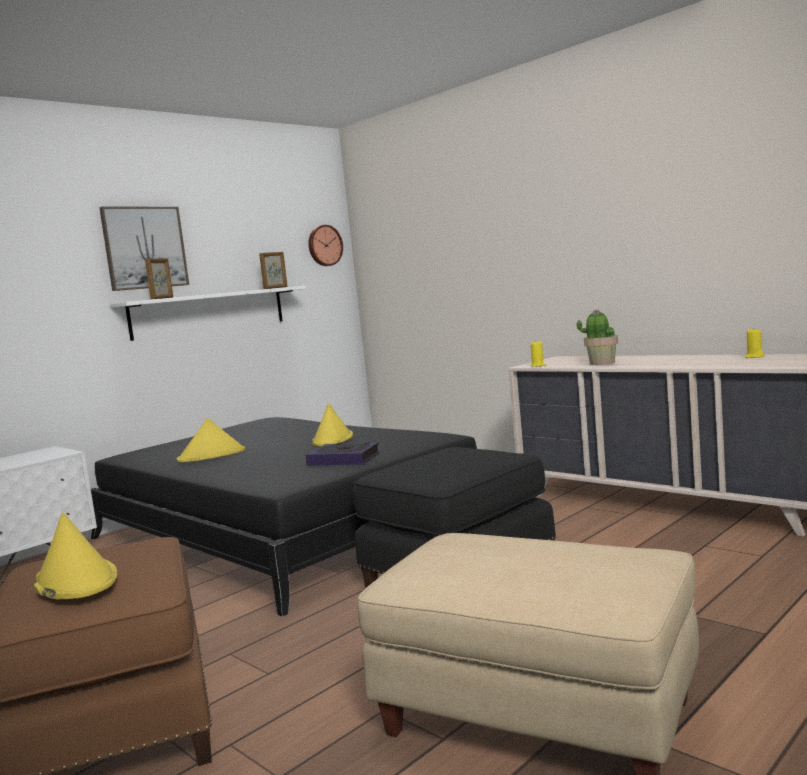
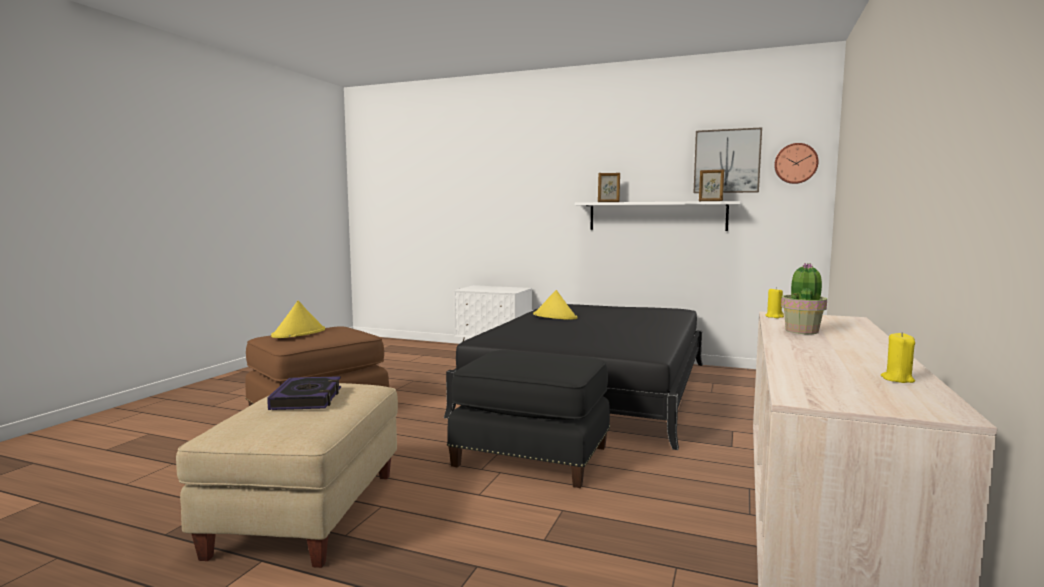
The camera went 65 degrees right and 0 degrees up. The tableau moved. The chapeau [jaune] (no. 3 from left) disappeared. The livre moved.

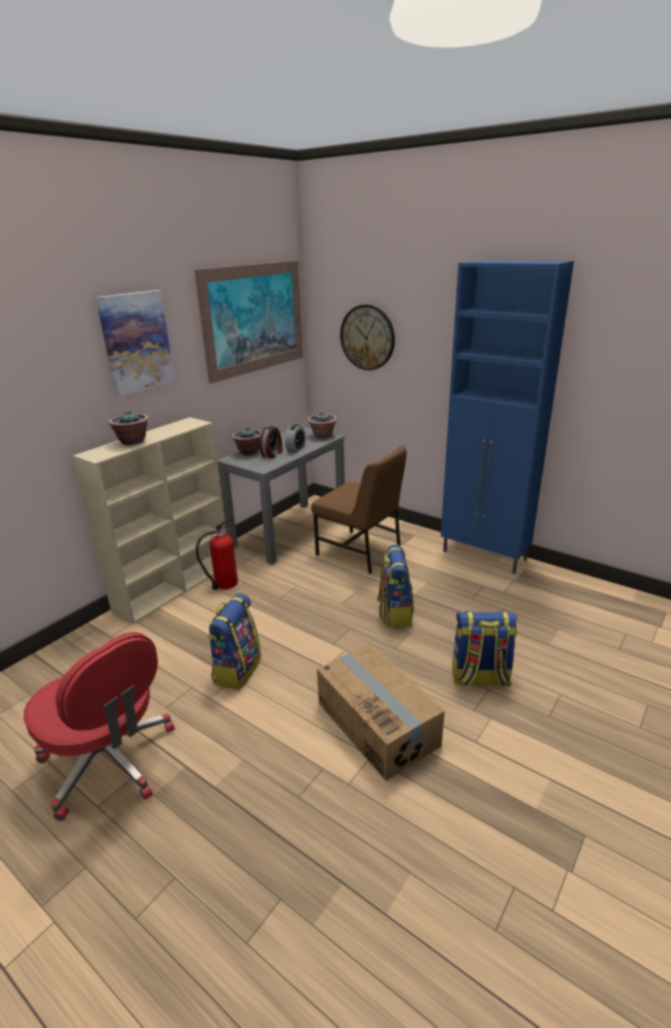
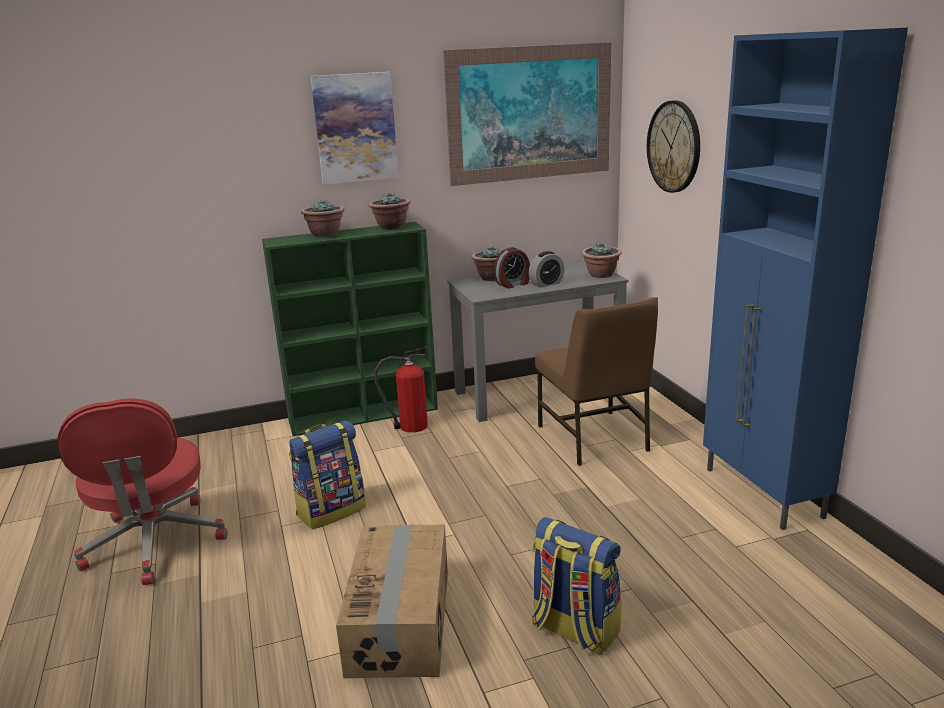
The camera went 35 degrees right and 5 degrees down. The bibliothèque [beige] became the bibliothèque [vert]. The sac à dos (no. 2 from left) disappeared. The plante en pot (no. 2 from left) appeared.

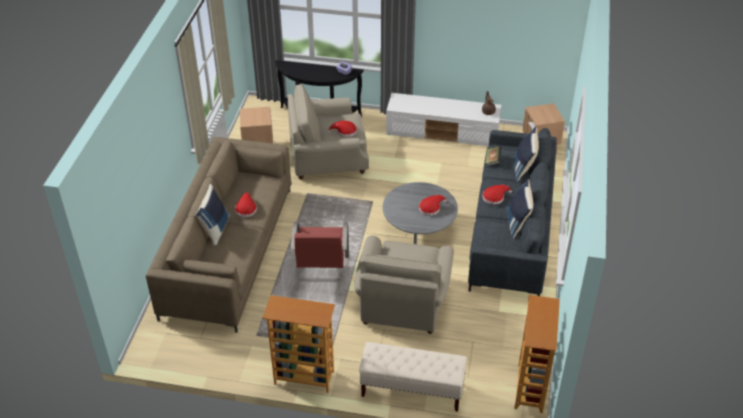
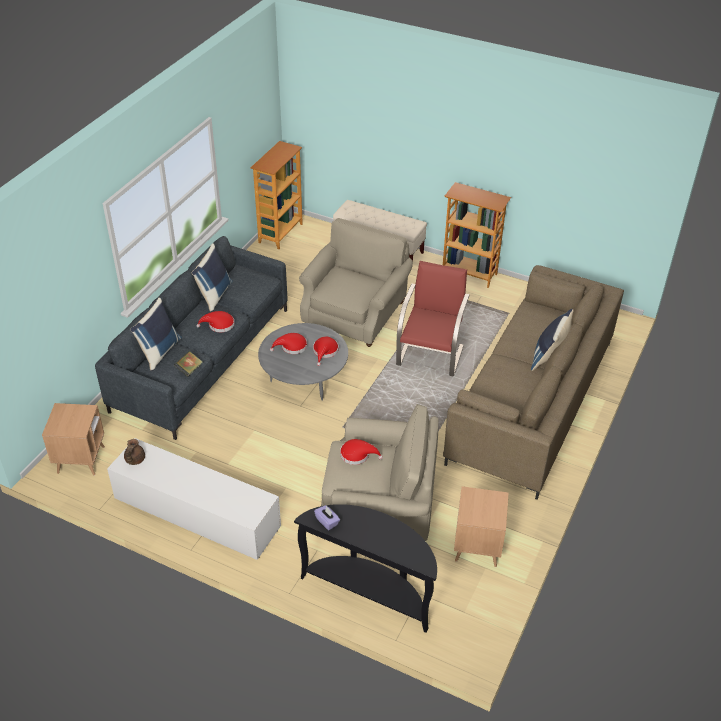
The camera went 165 degrees left and 0 degrees up. The chapeau [rouge] (no. 1 from left in the first image) moved.

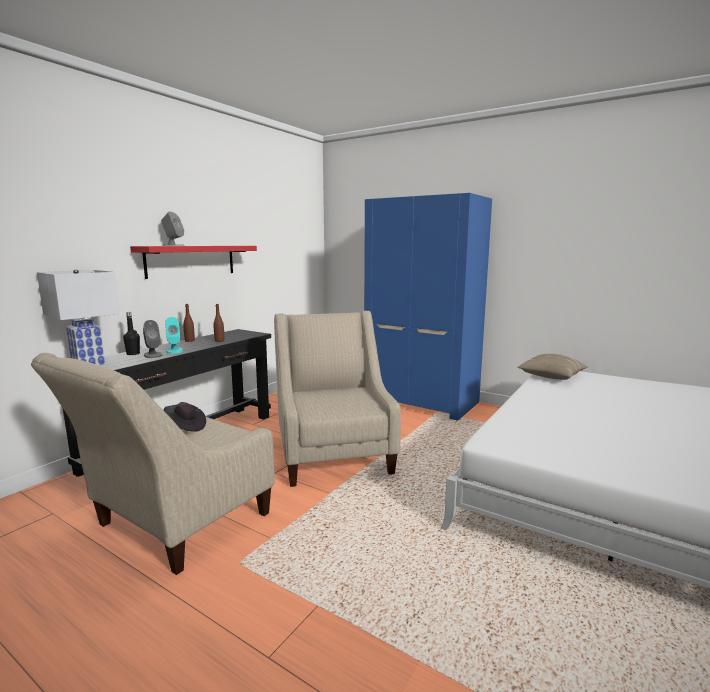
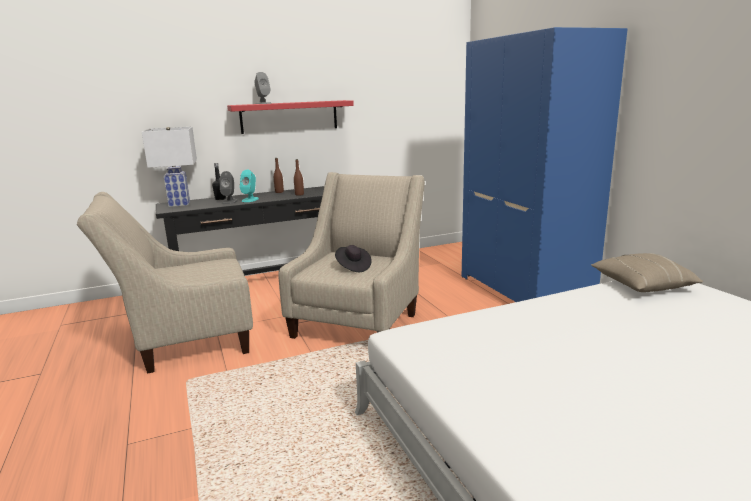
The camera went 35 degrees right and 5 degrees up. The chapeau [noir] moved.

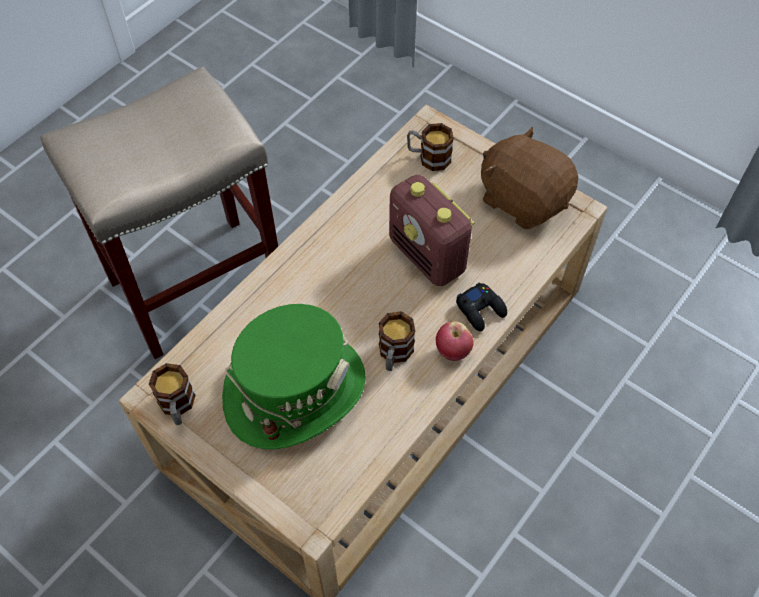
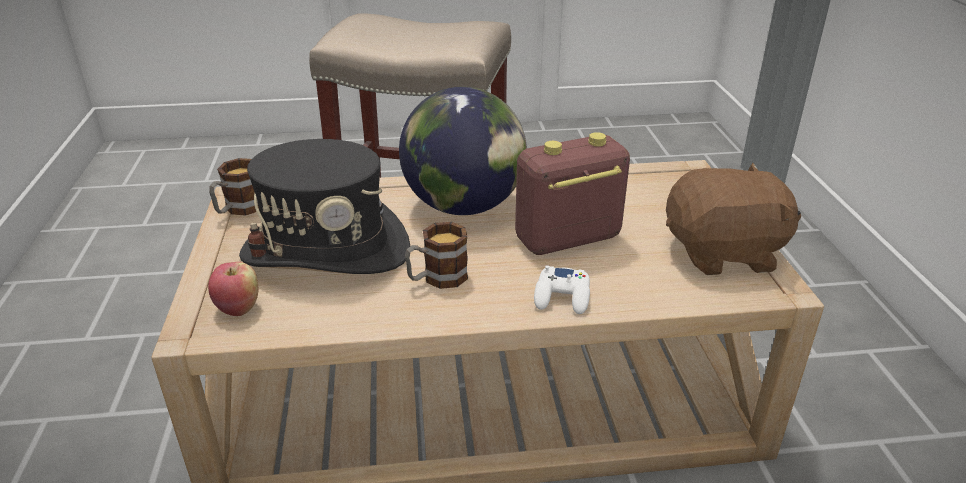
The camera went 45 degrees right and 25 degrees down. The mug (no. 3 from left) disappeared. The peluche [marron] turned 90 degrees clockwise. The radio turned 60 degrees clockwise. The manette [noir] became the manette [blanc]. The chapeau [vert] became the chapeau [noir]. The pomme moved. The globe appeared.

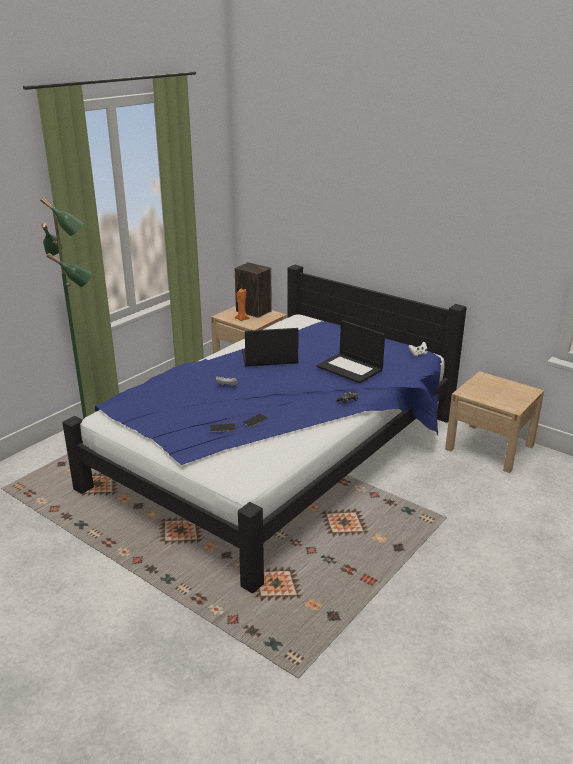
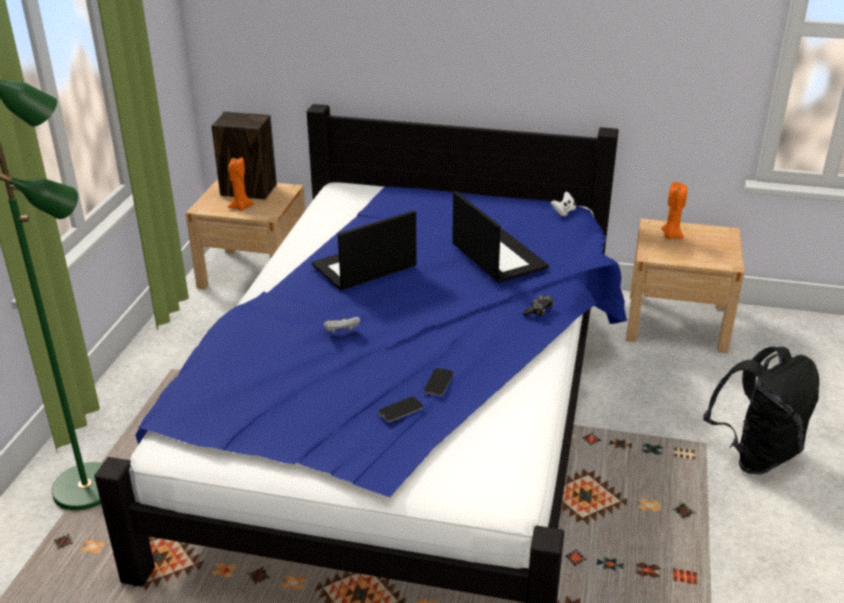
The camera went 25 degrees left and 5 degrees up. The ordinateur portable (no. 2 from left) turned 135 degrees counterclockwise. The bougie [orange] (no. 2 from left) appeared. The sac à dos [noir] appeared.

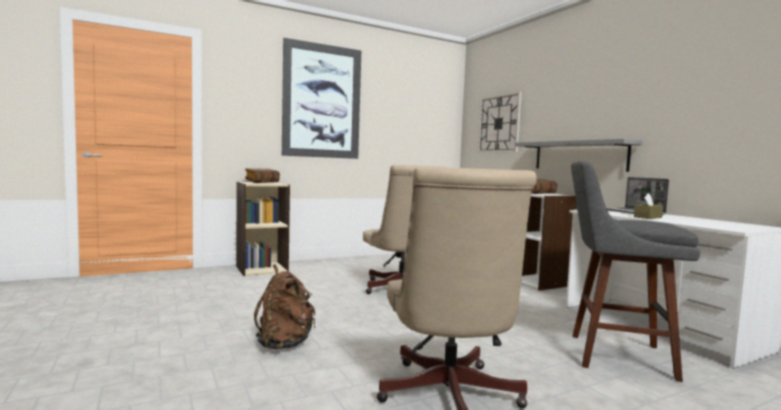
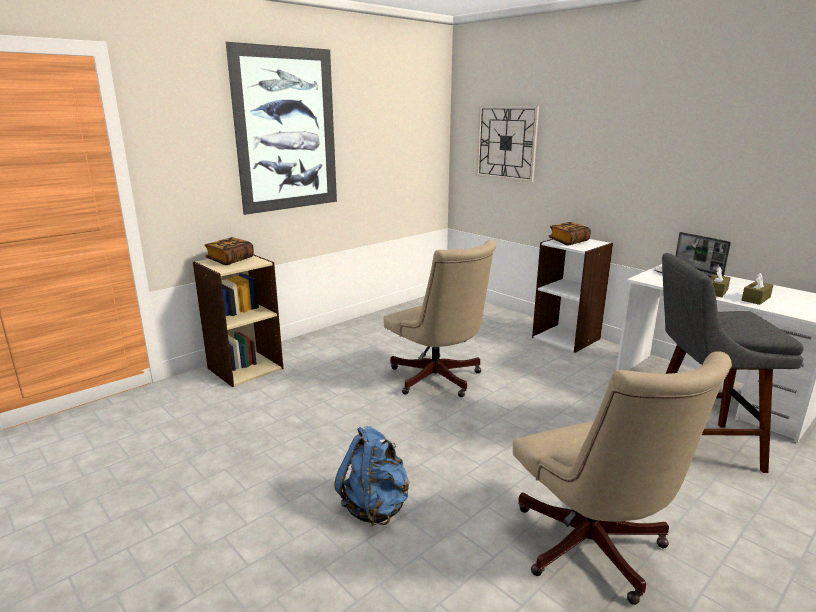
The camera went 15 degrees left and 15 degrees up. The étagère [gris] disappeared. The sac à dos [marron] became the sac à dos [bleu]. The boîte à mouchoirs [marron] (no. 2 from left) appeared.

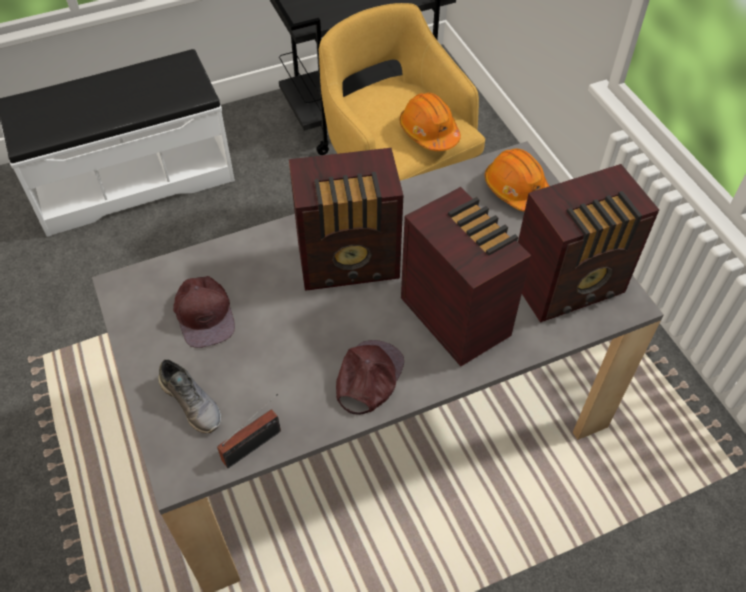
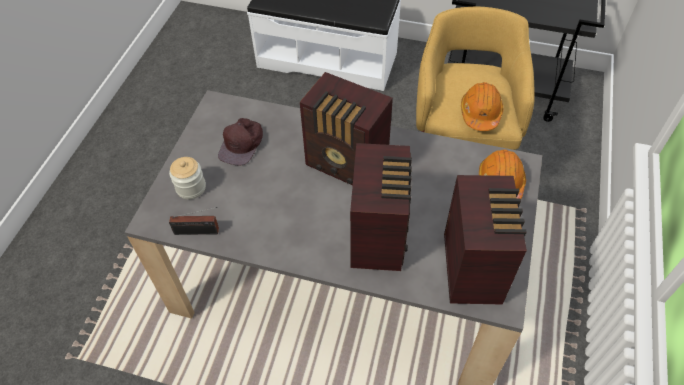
The camera went 40 degrees right and 0 degrees up. The radio (no. 4 from left) turned 105 degrees counterclockwise. The casquette [marron] (no. 2 from left) disappeared. The chaussure [gris] was replaced by the bocal.

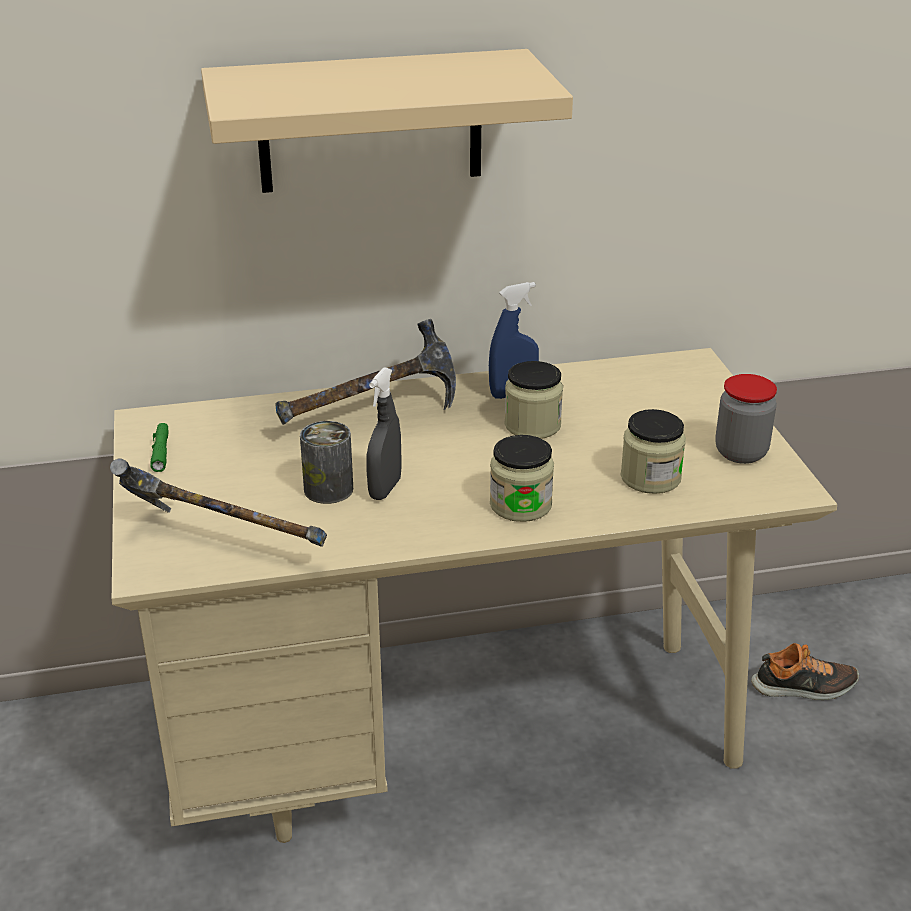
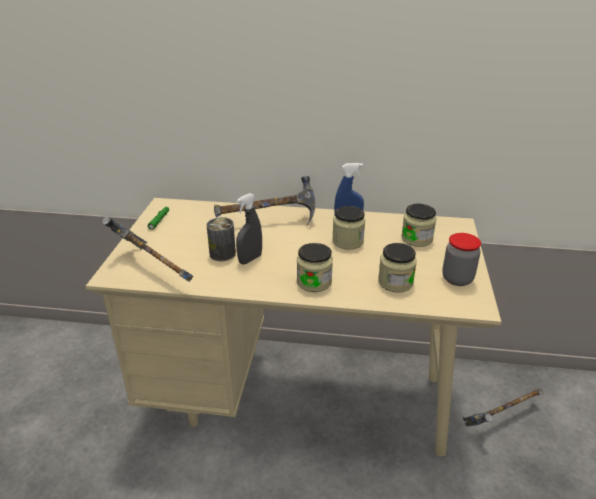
The camera went 20 degrees right and 0 degrees up. The étagère [beige] disappeared. The chaussure was replaced by the marteau (no. 3 from left). The bocal (no. 4 from left) appeared.

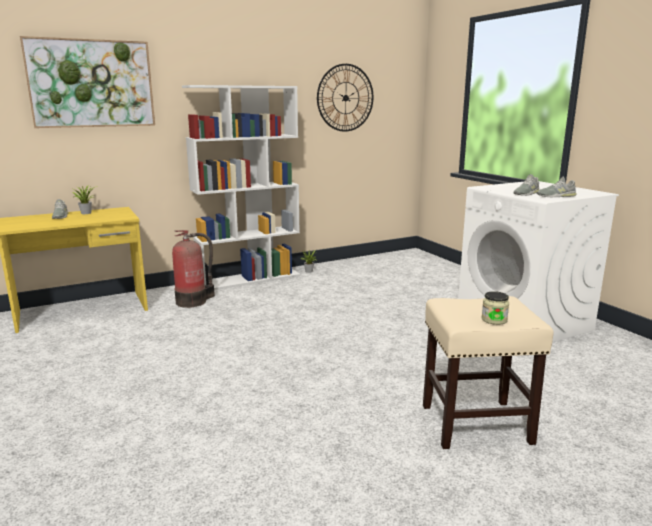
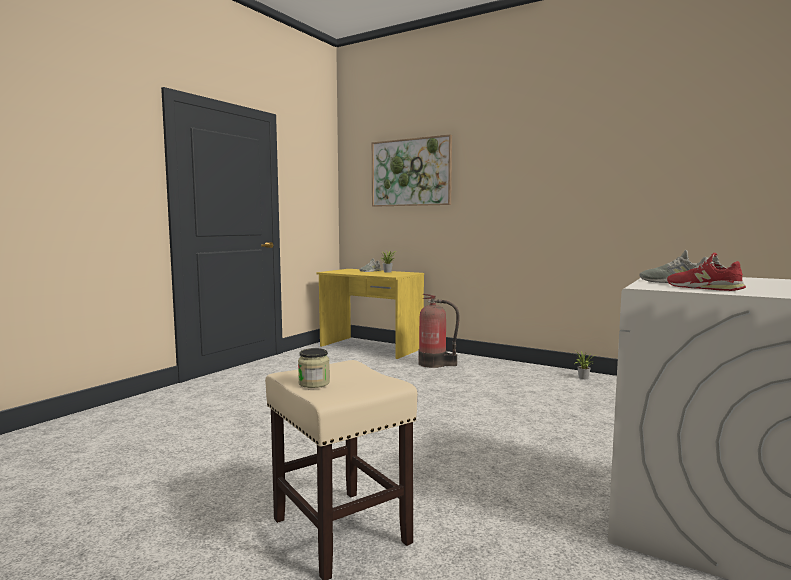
The camera went 60 degrees right and 10 degrees down. The horloge murale disappeared. The bibliothèque [blanc] disappeared. The chaussure [gris] (no. 3 from left) became the chaussure [rouge].

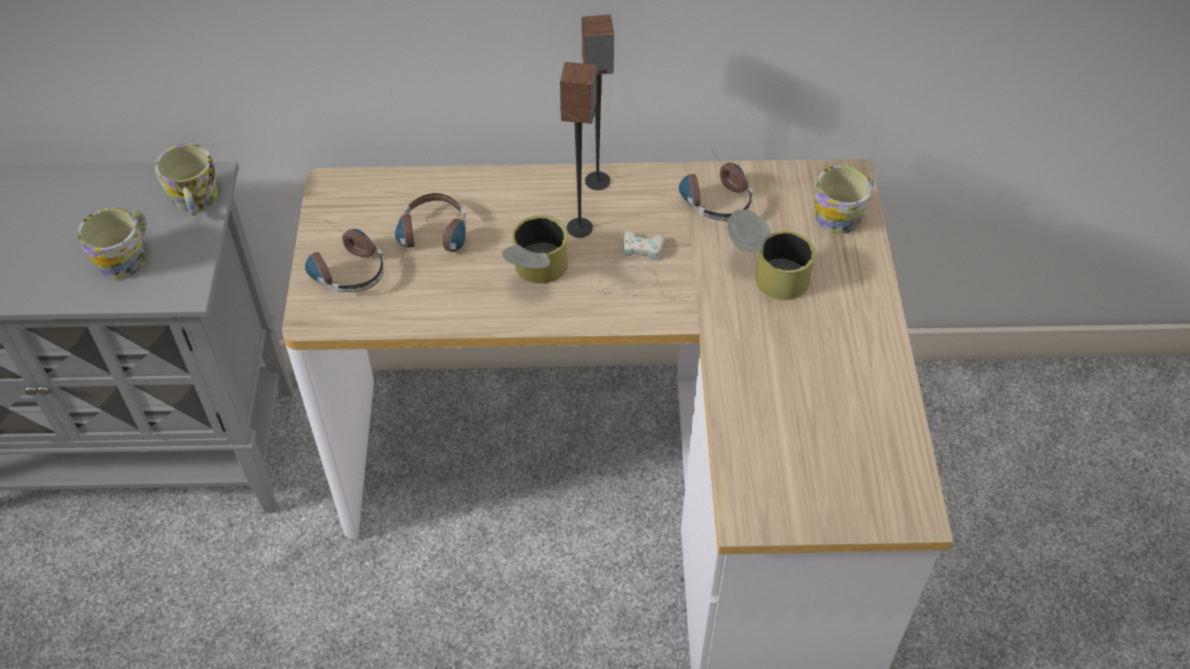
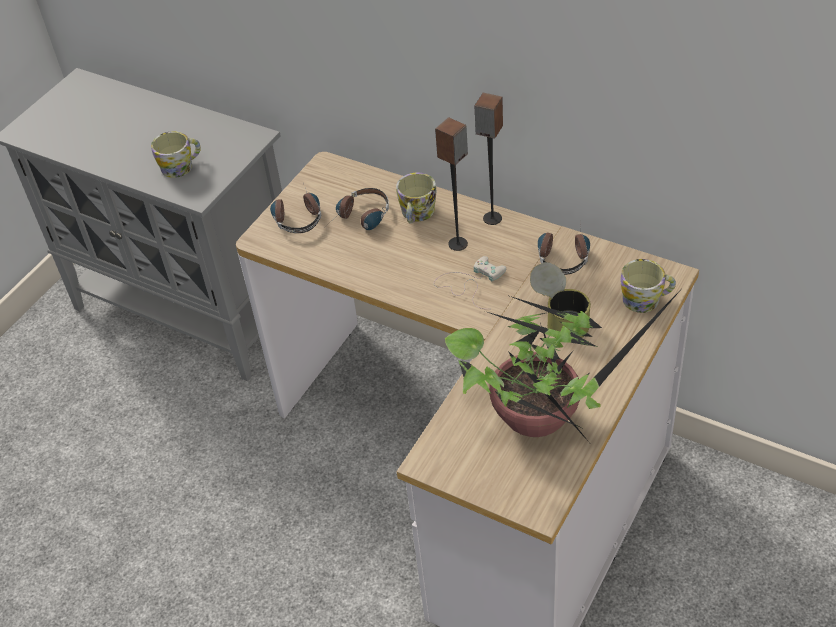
The camera went 35 degrees right and 5 degrees down. The mug (no. 2 from left) moved. The boîte métallique (no. 1 from left) disappeared. The plante en pot appeared.

